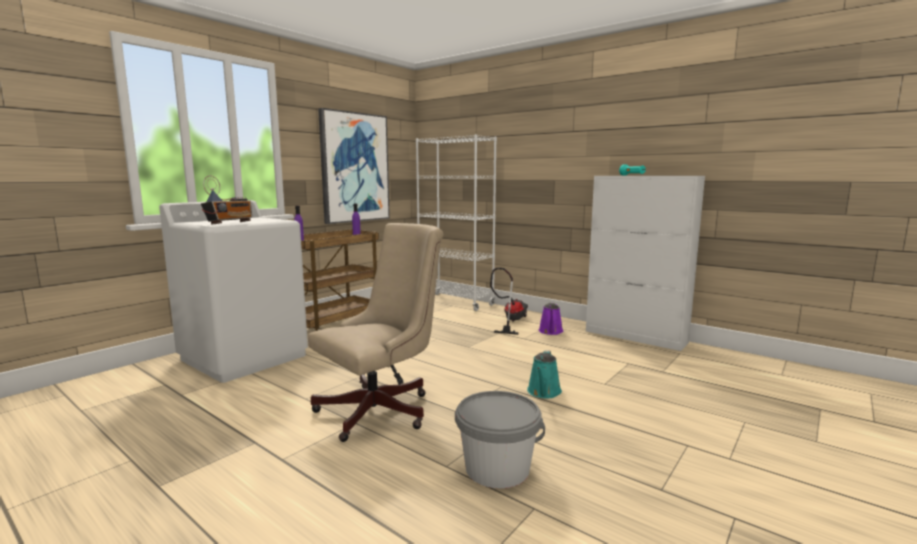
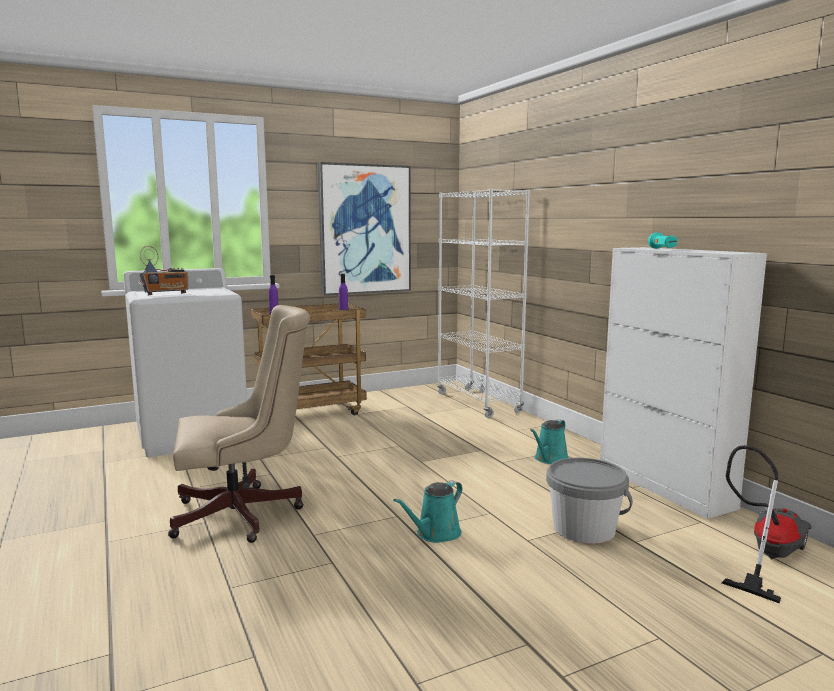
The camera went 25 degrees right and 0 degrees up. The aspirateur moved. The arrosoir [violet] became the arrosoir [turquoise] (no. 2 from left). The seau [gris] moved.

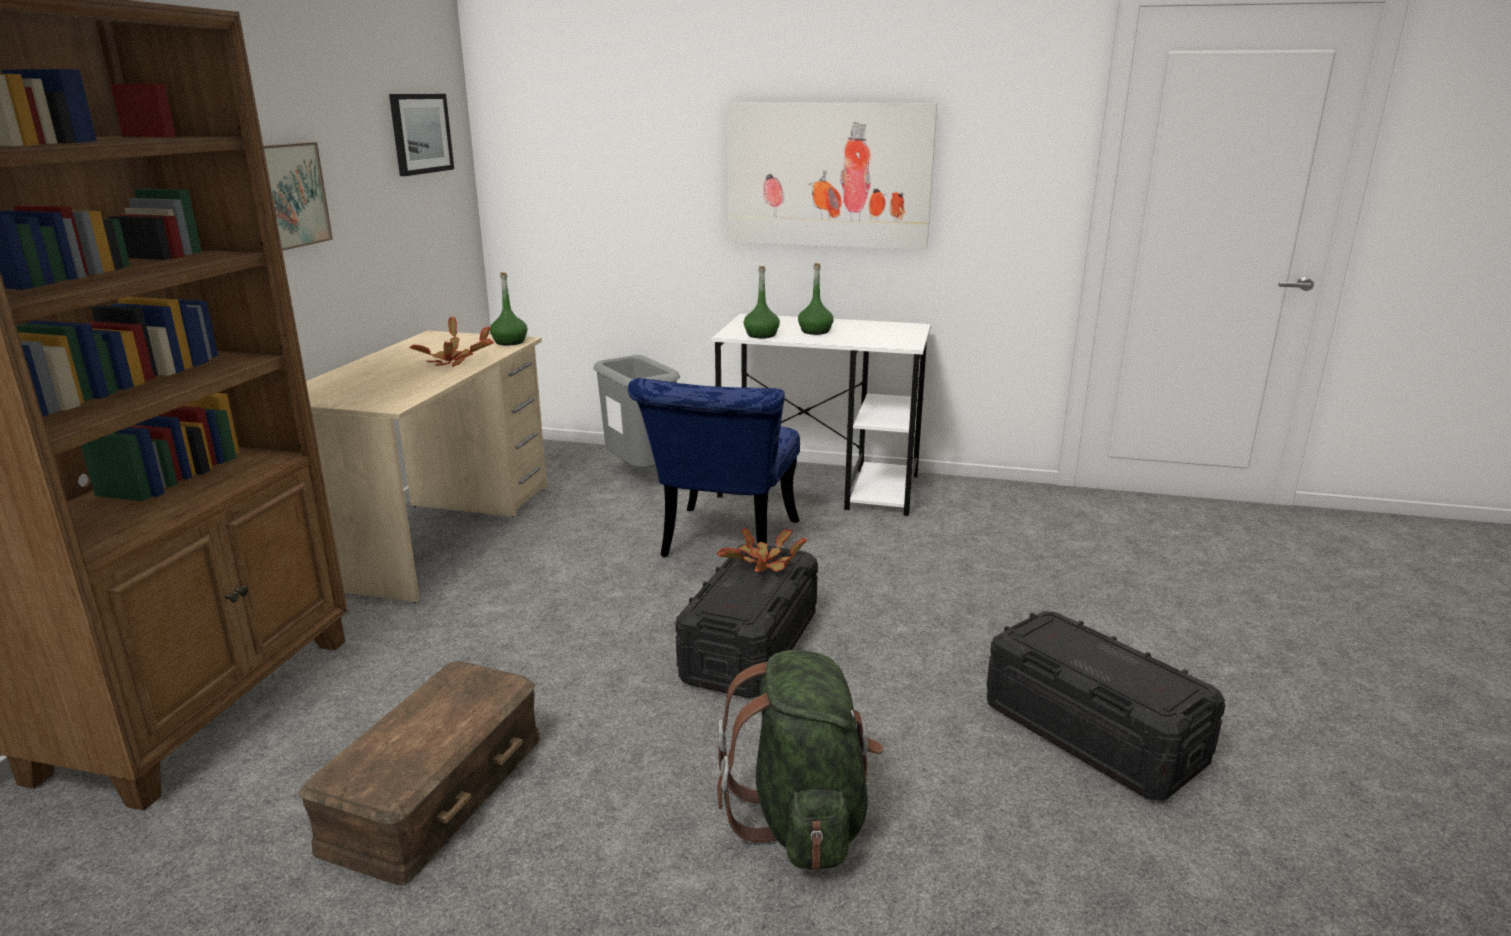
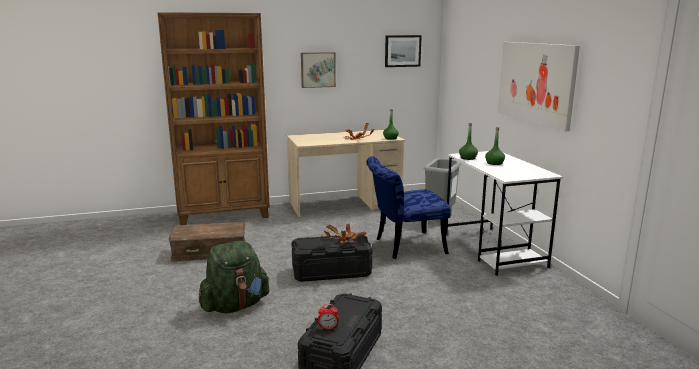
The camera went 60 degrees right and 5 degrees down. The réveil appeared.

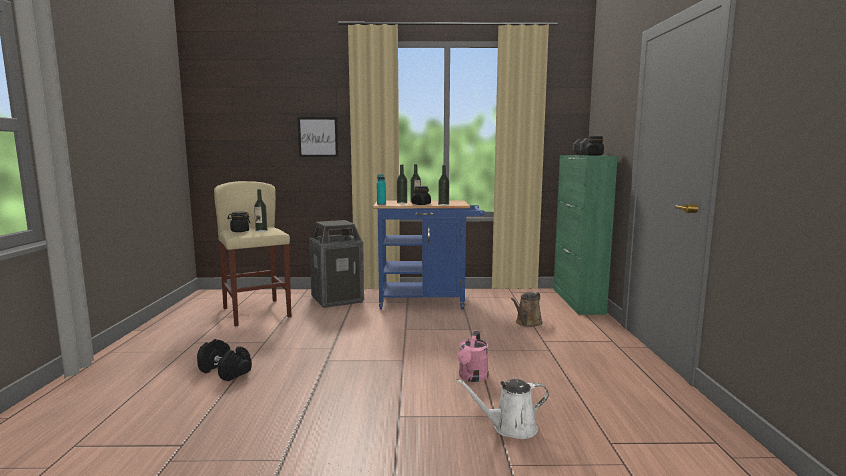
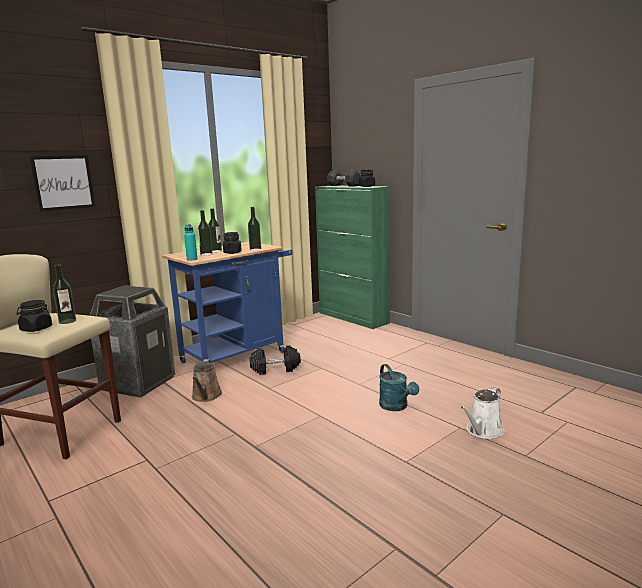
The camera went 40 degrees left and 5 degrees up. The arrosoir [marron] moved. The arrosoir [rose] became the arrosoir [turquoise]. The haltère [noir] (no. 1 from left) moved.

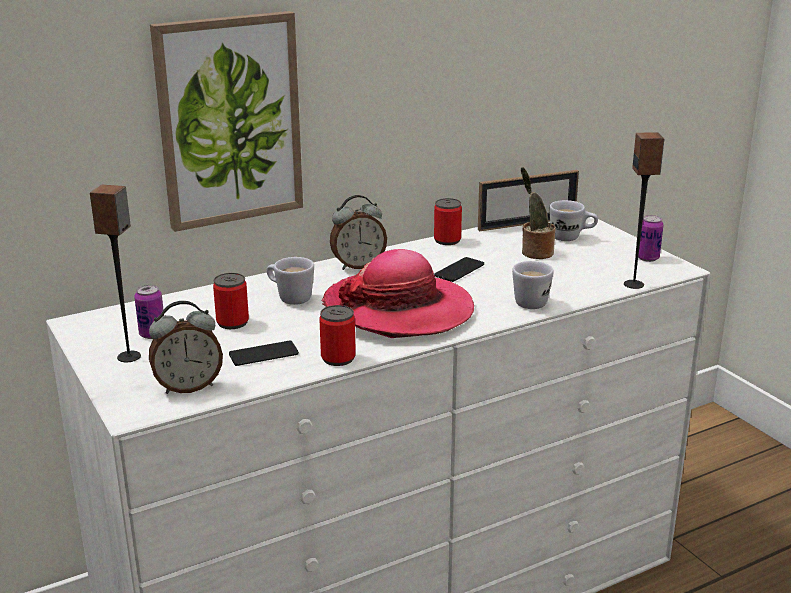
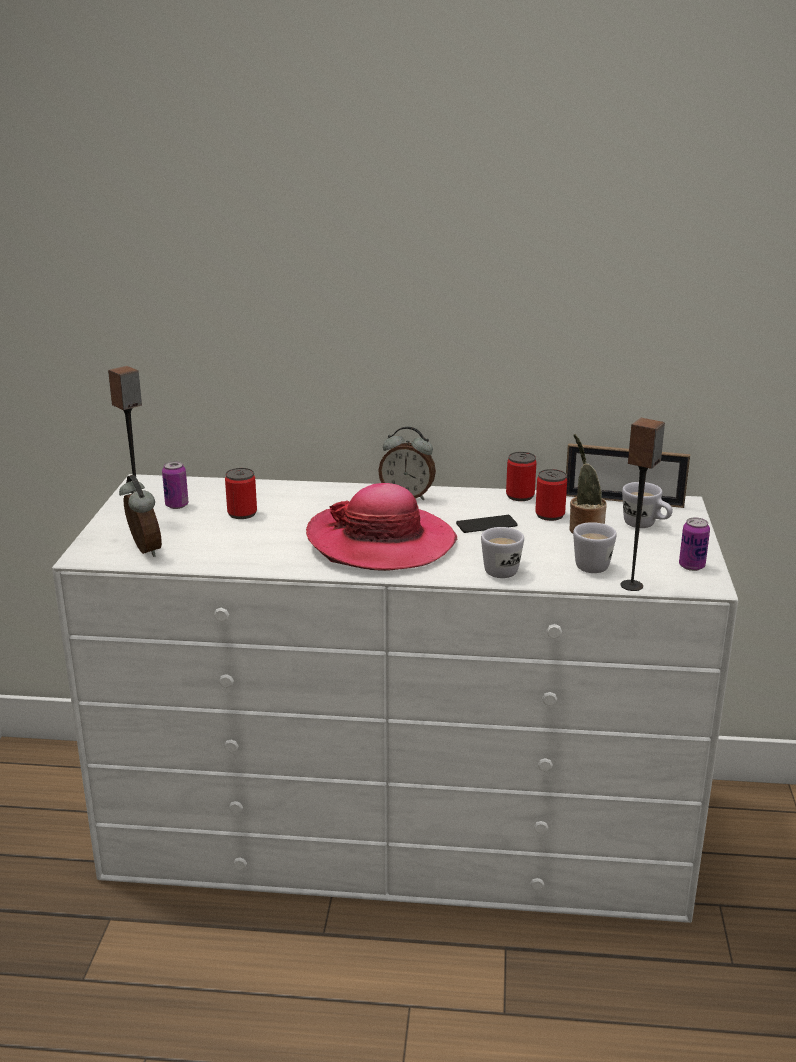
The camera went 35 degrees right and 0 degrees up. The tableau disappeared. The mug [blanc] (no. 1 from left in the first image) moved. The réveil (no. 1 from left) turned 135 degrees counterclockwise. The boîte métallique (no. 3 from left in the first image) moved. The téléphone (no. 1 from left) disappeared.

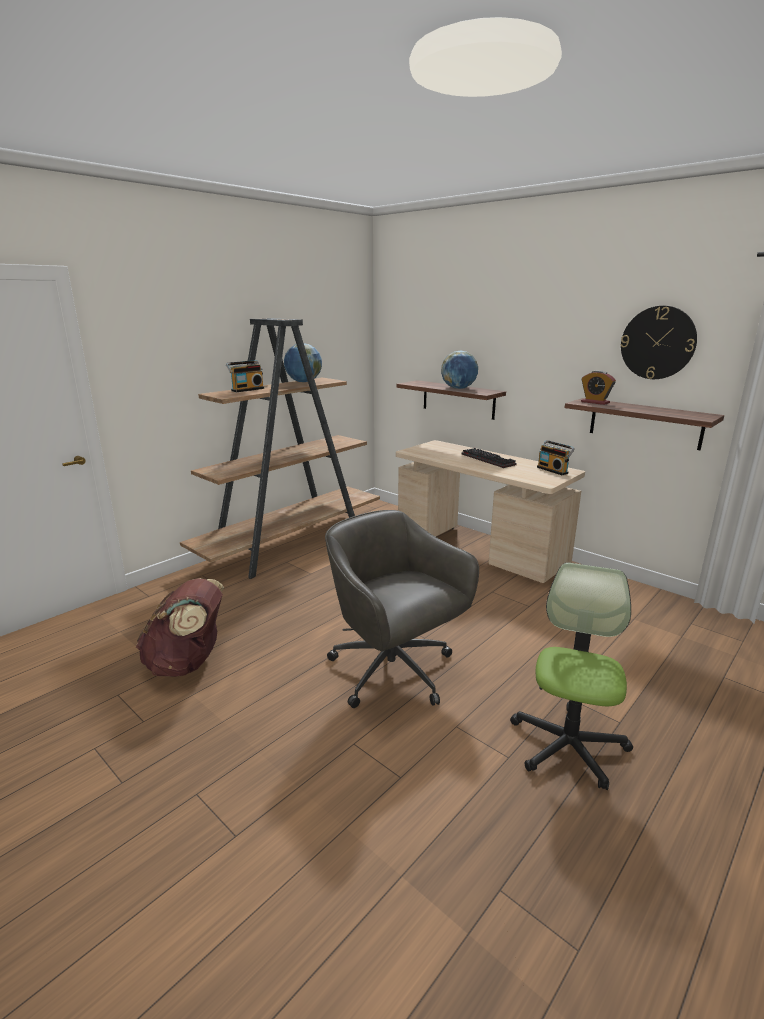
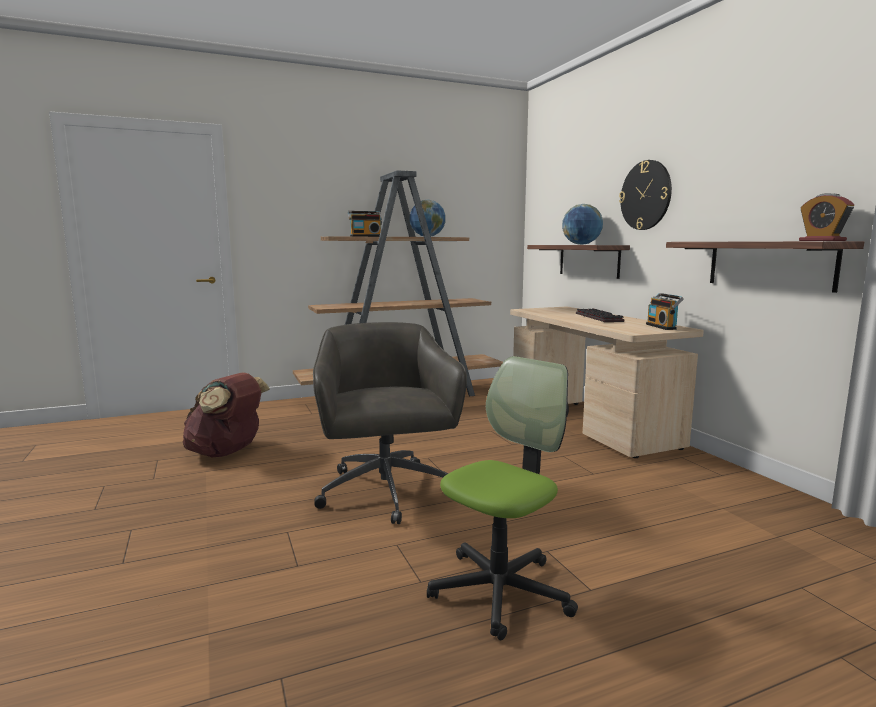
The camera went 25 degrees right and 10 degrees down. The horloge murale moved. The réveil moved.

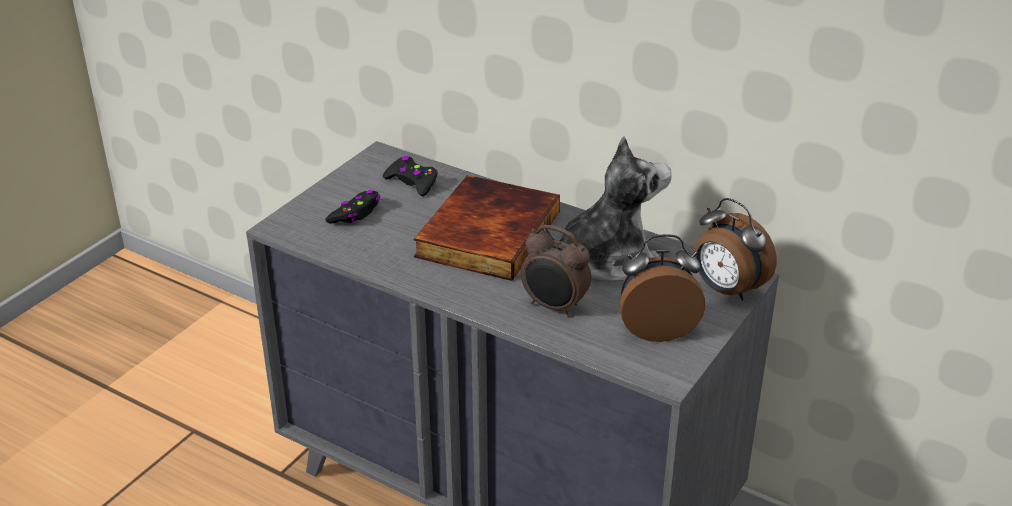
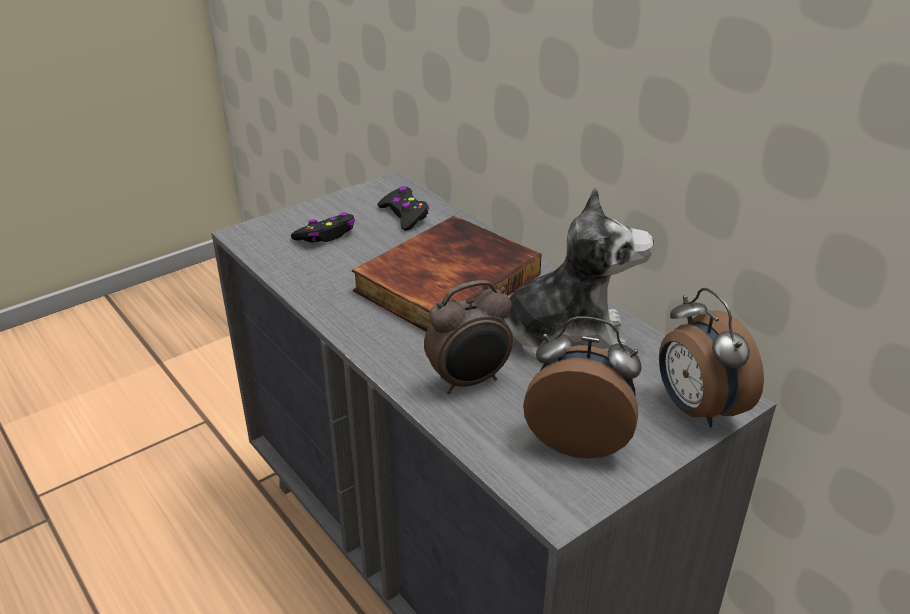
The camera went 20 degrees right and 0 degrees up. The réveil (no. 1 from left) turned 75 degrees counterclockwise.

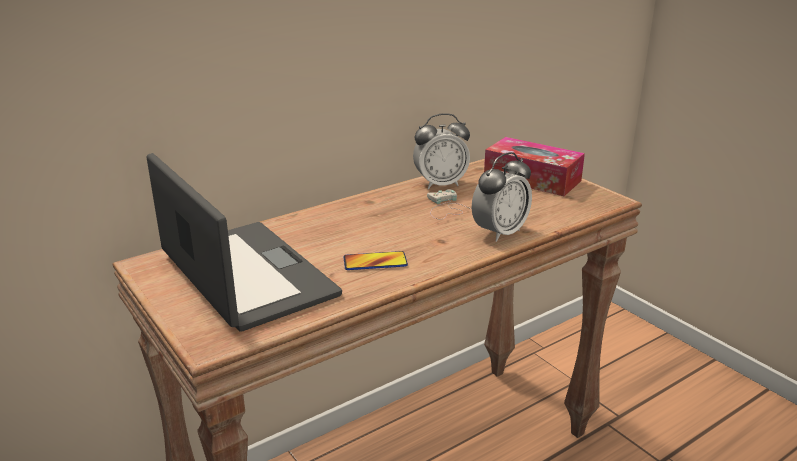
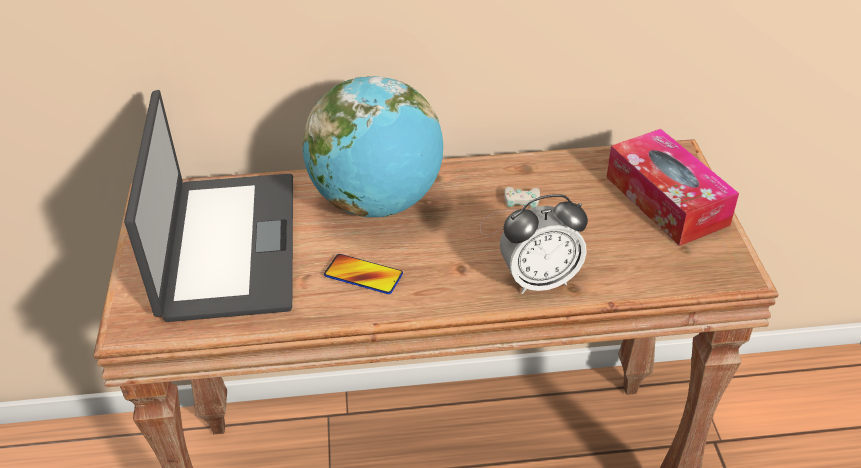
The camera went 30 degrees right and 15 degrees up. The réveil (no. 1 from left) disappeared. The globe appeared.

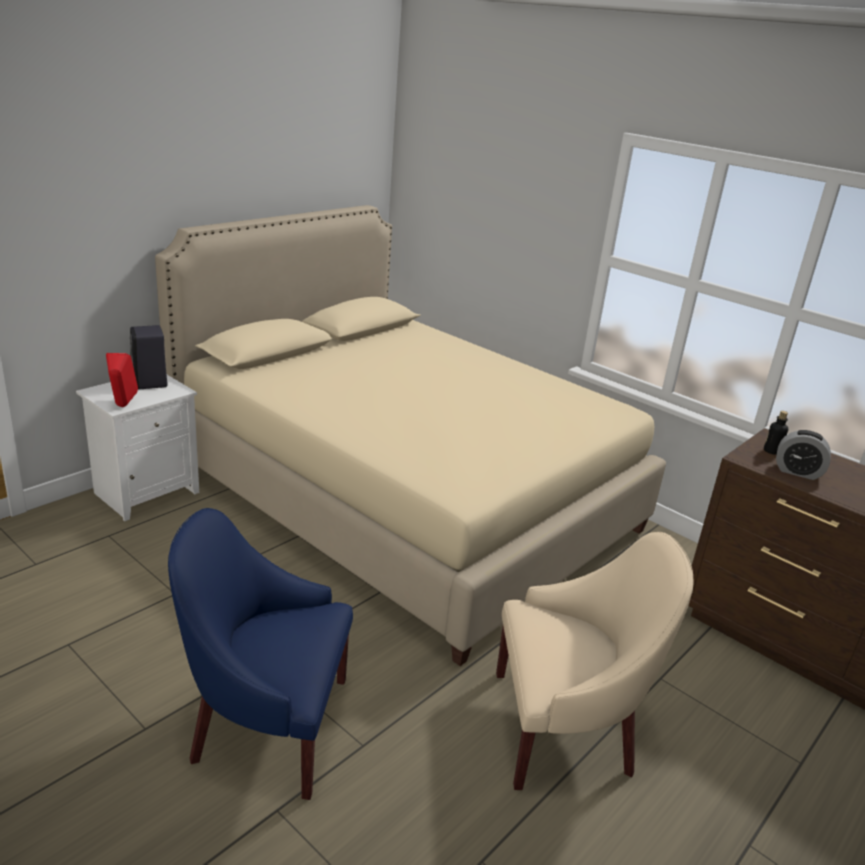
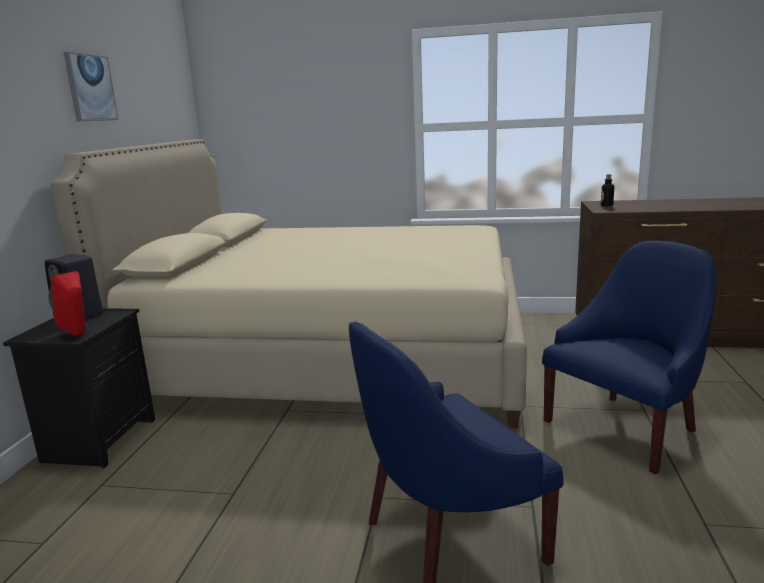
The camera went 30 degrees left and 10 degrees down. The table de chevet [blanc] became the table de chevet [noir]. The réveil disappeared. The fauteuil [beige] became the fauteuil [bleu] (no. 2 from left). The tableau appeared.

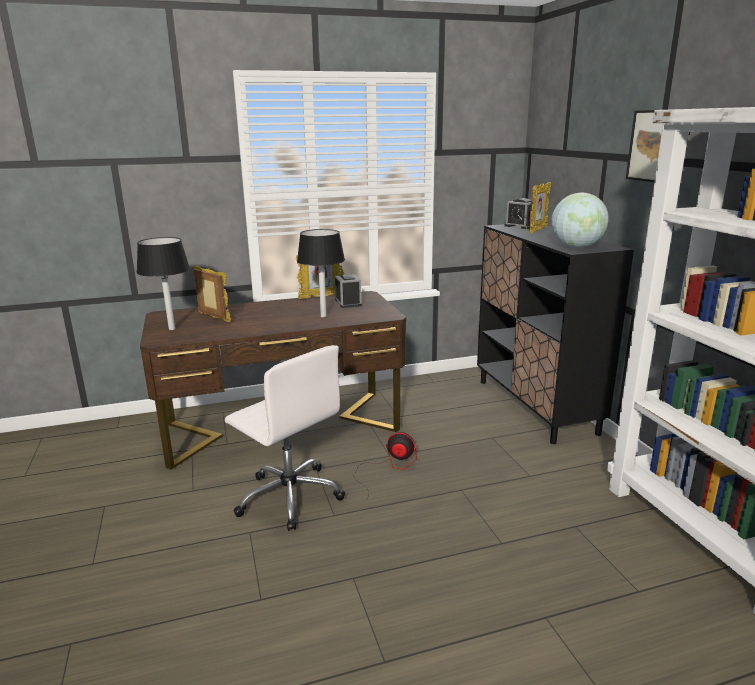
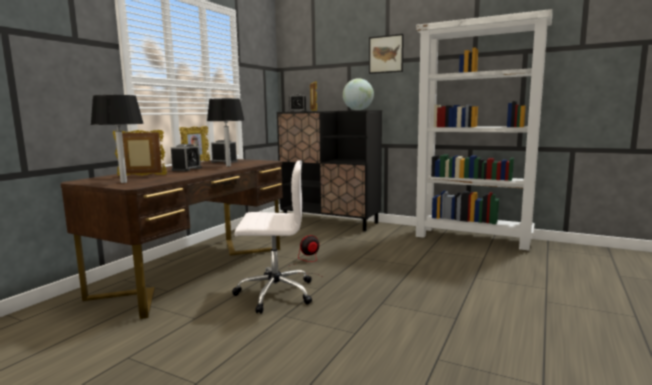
The camera went 45 degrees left and 10 degrees down. The réveil (no. 1 from left) appeared.

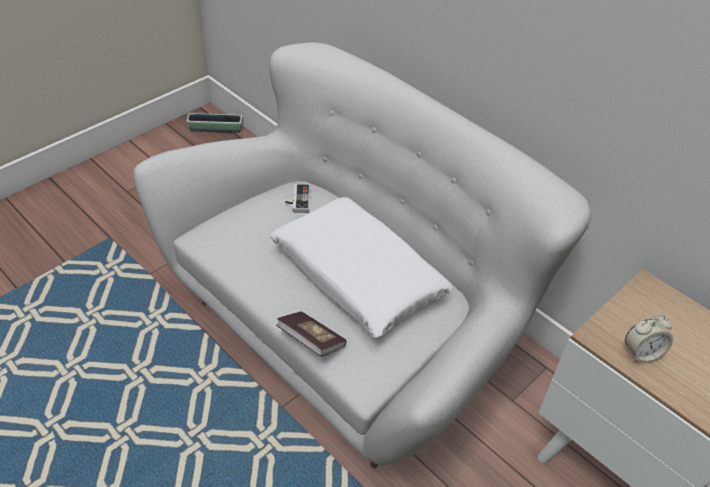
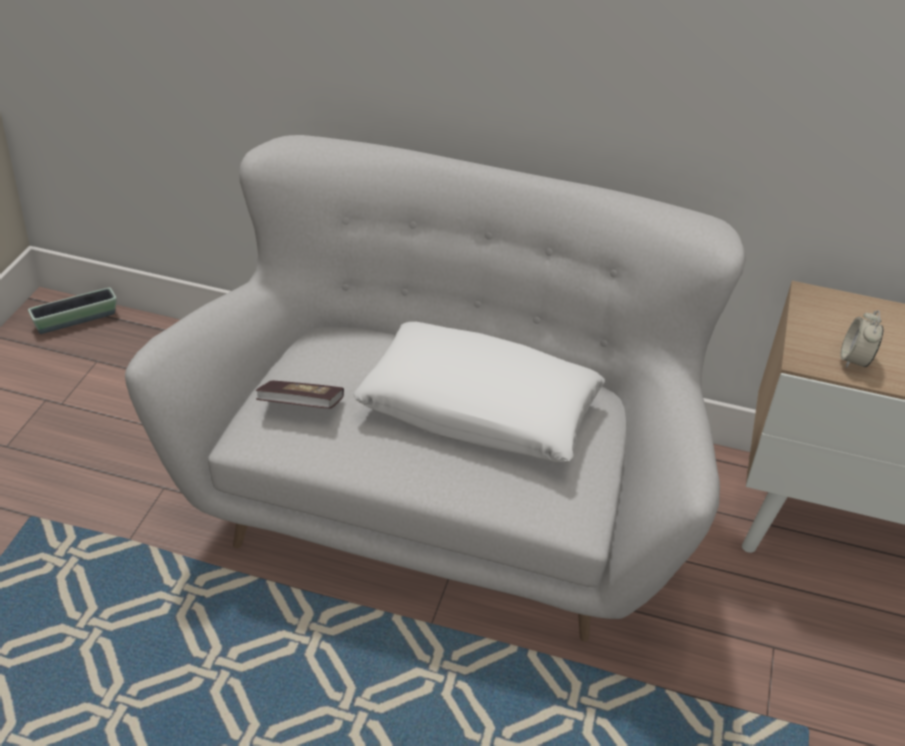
The camera went 30 degrees left and 5 degrees down. The manette disappeared. The livre moved. The réveil turned 150 degrees clockwise.

